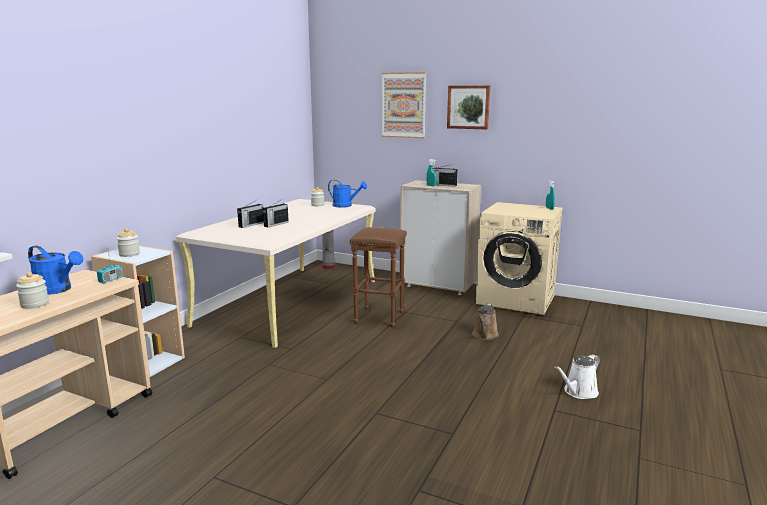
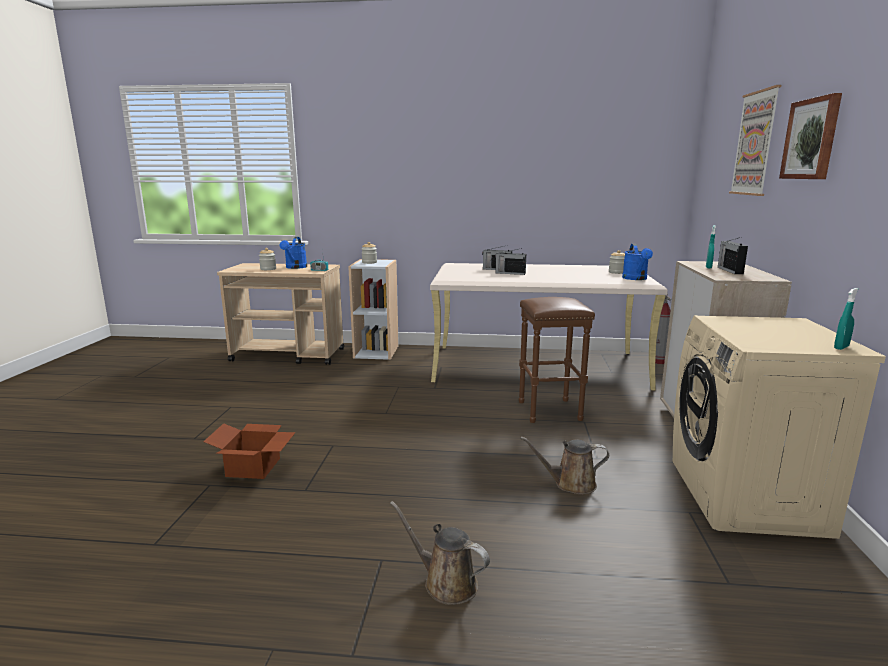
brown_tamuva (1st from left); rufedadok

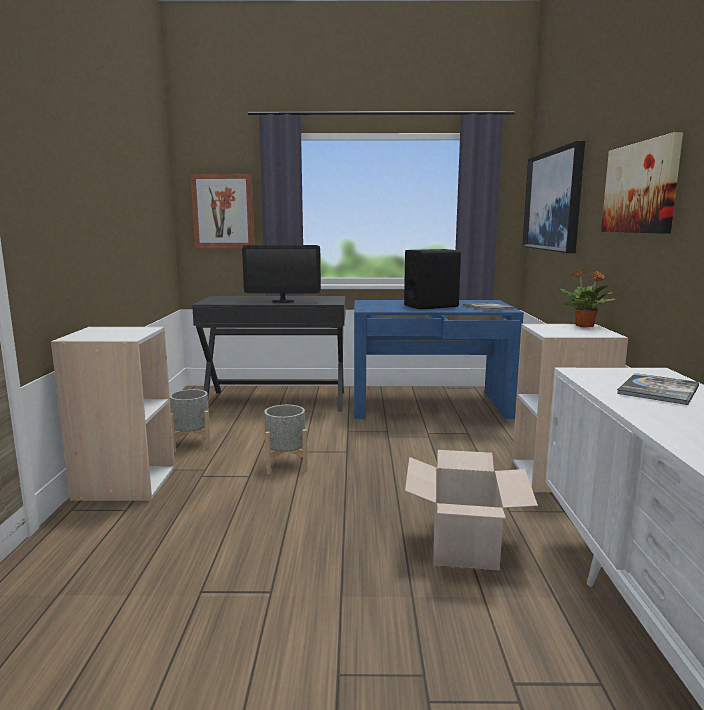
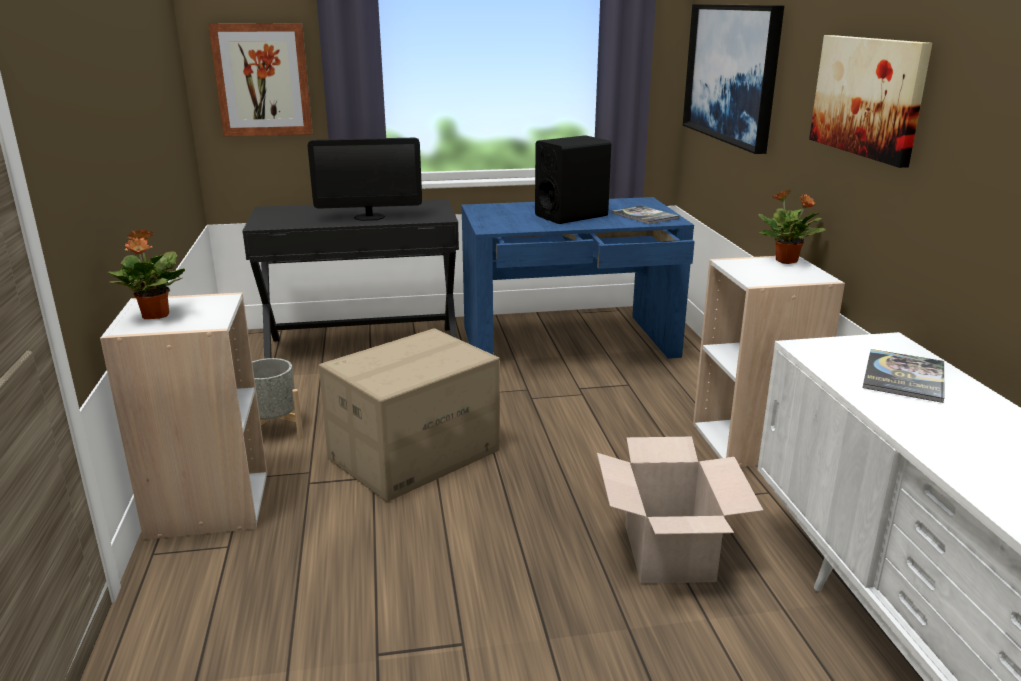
rufedadok (1st from left); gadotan (1st from left)

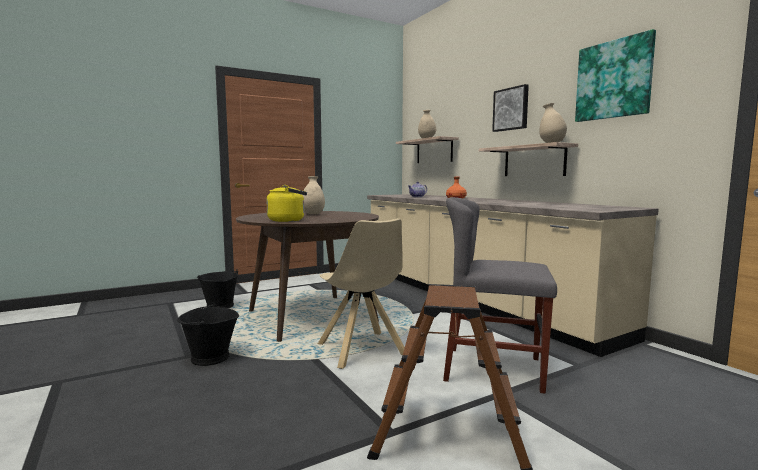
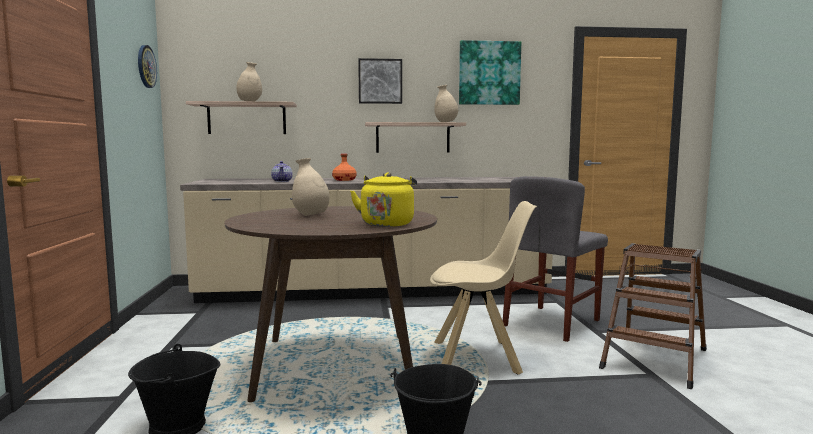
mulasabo

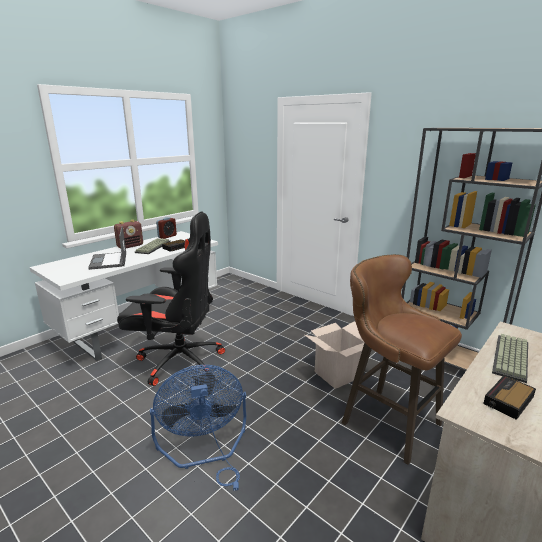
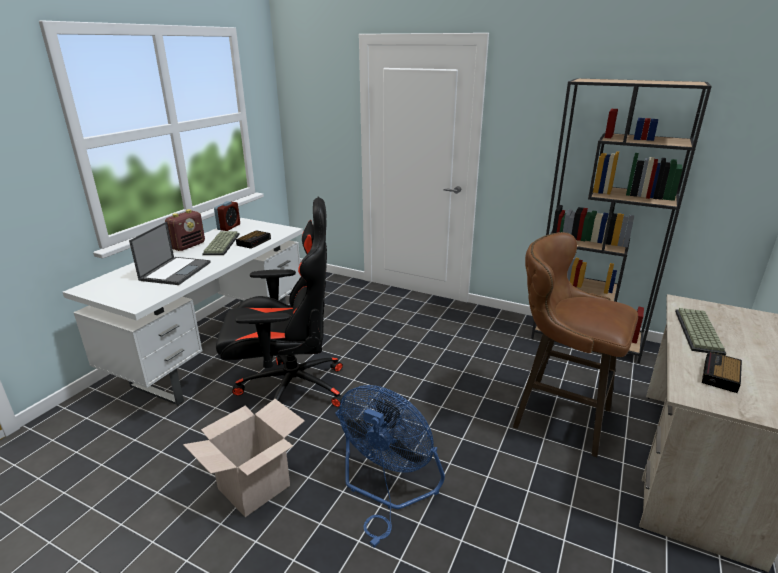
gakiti; rufedadok; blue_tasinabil

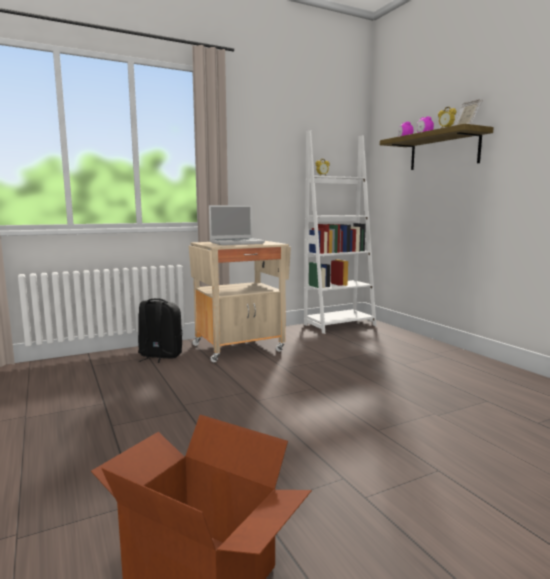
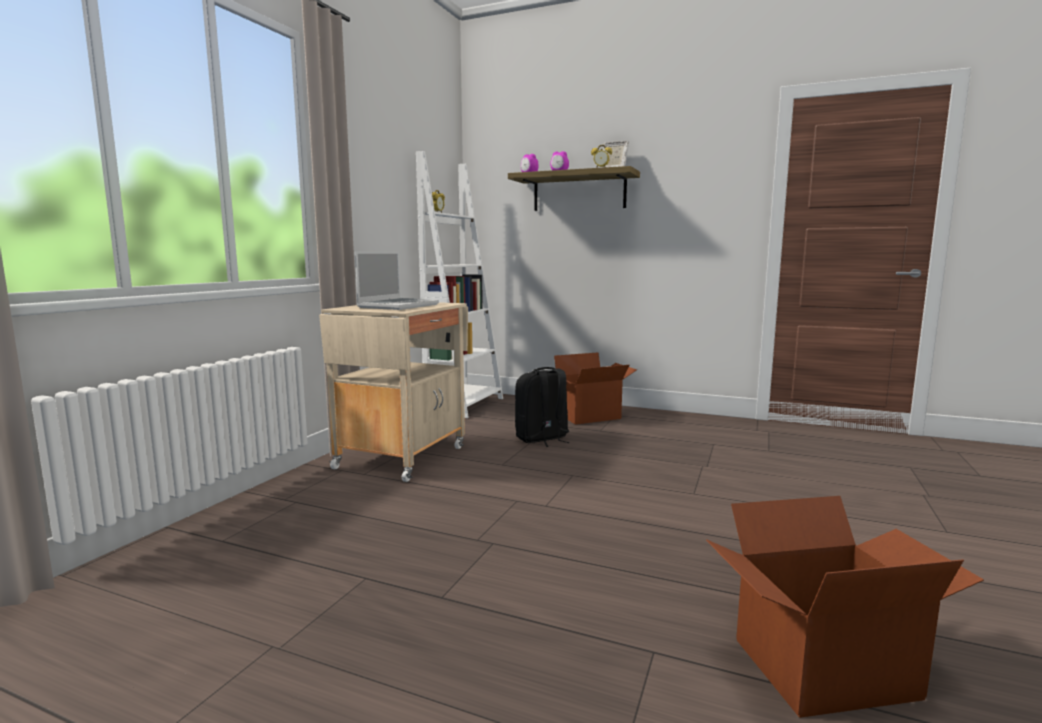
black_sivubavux; rufedadok (1st from left)

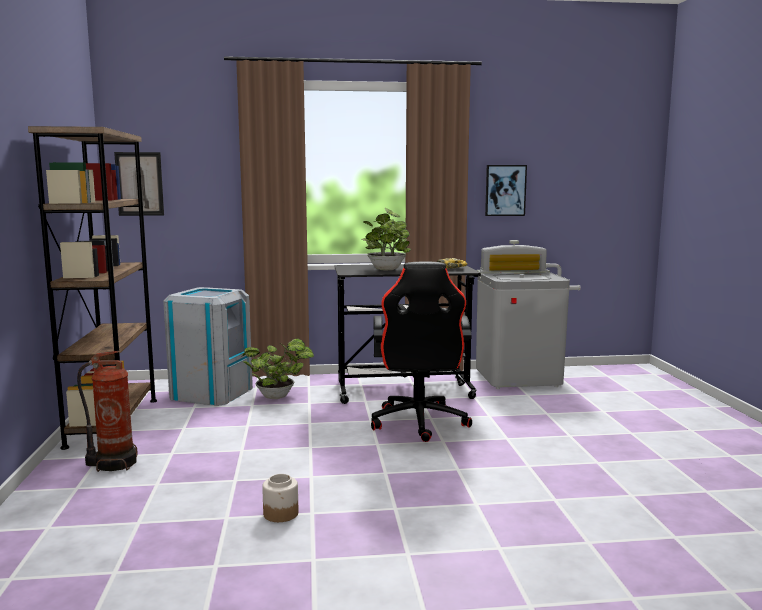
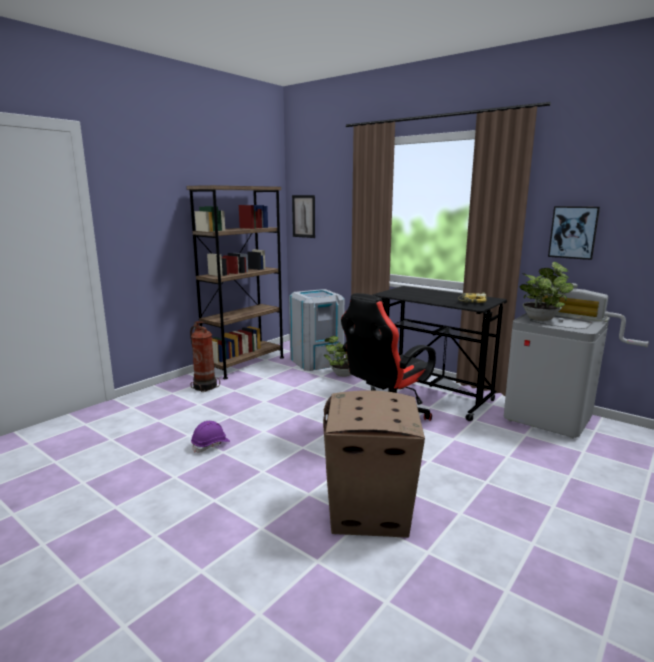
gadotan (2nd from left); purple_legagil; rufedadok

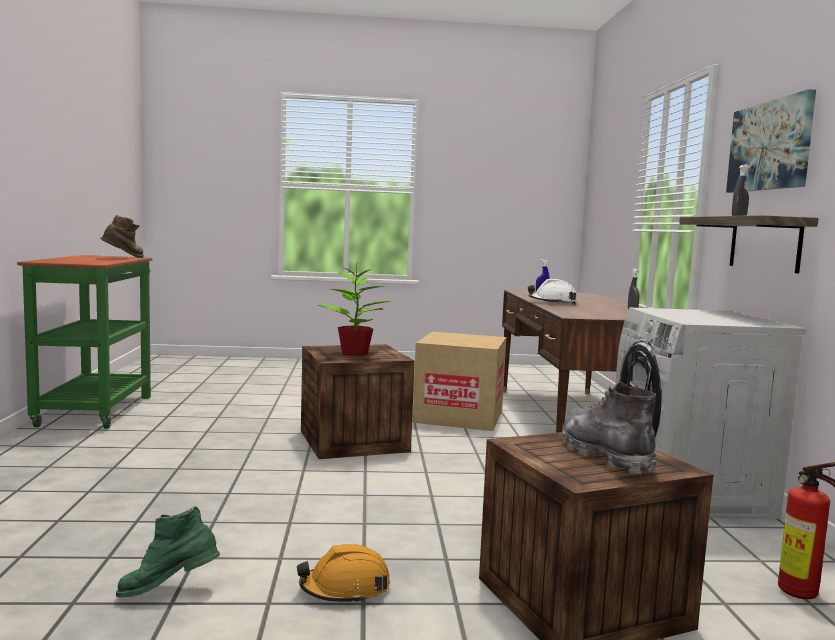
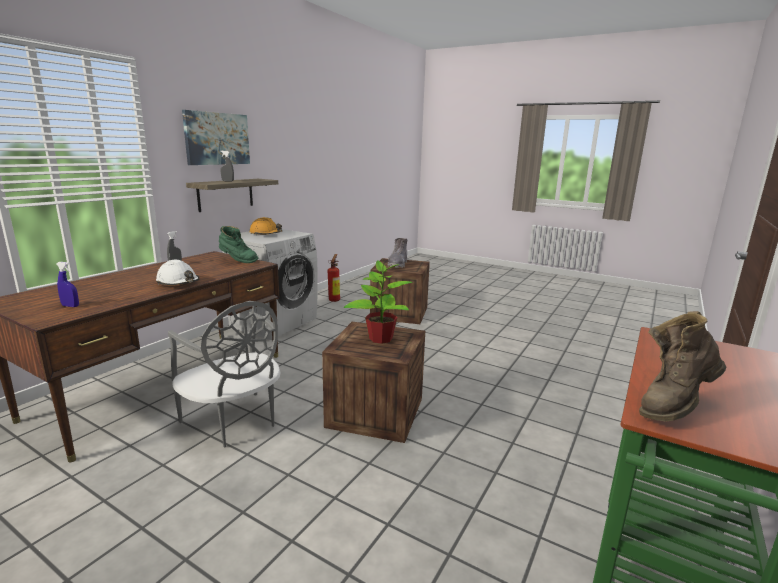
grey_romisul; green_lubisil; orange_legagil

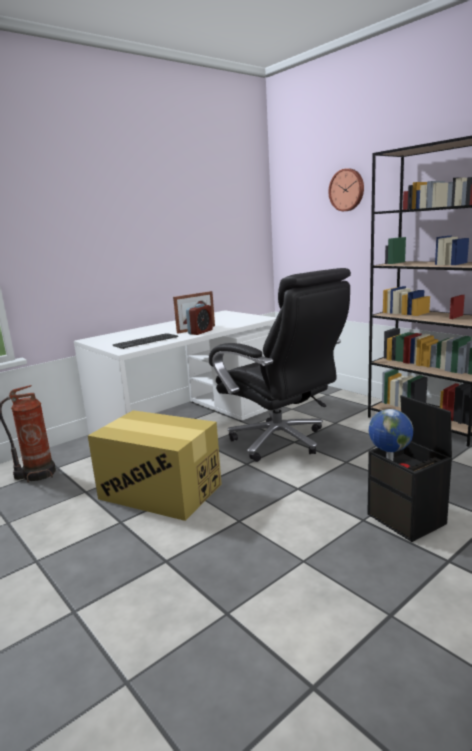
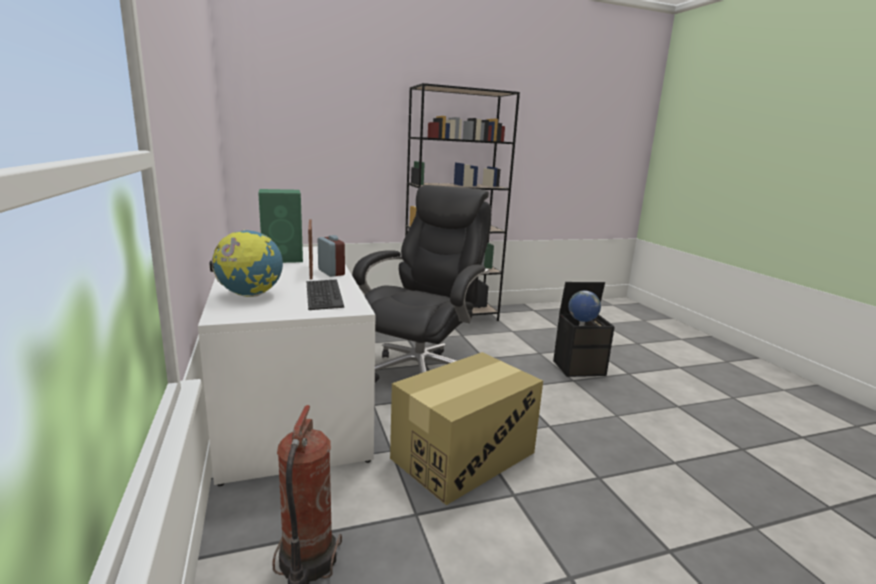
mulasabo; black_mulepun; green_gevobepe; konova (1st from left)

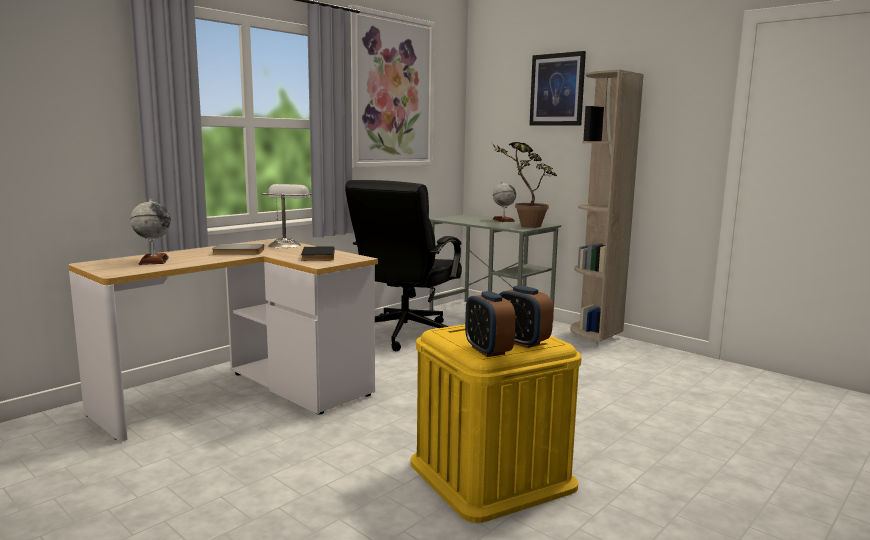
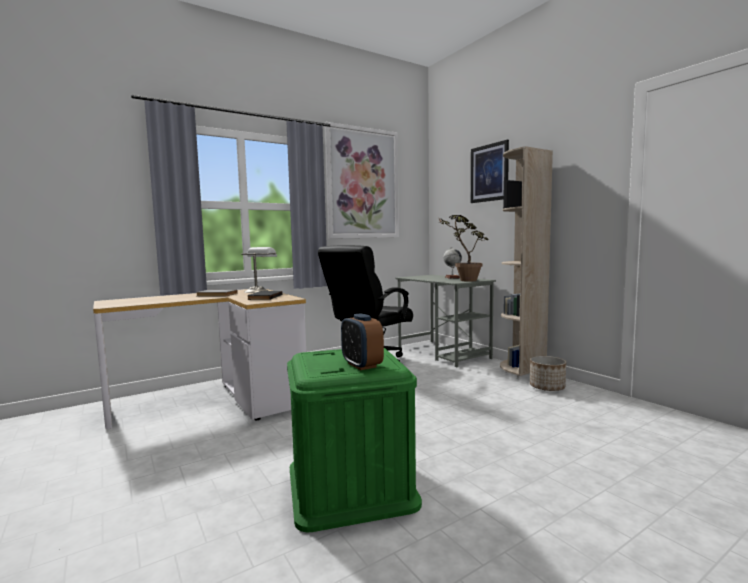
konova (1st from left in the first image); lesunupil (1st from left in the first image); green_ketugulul; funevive

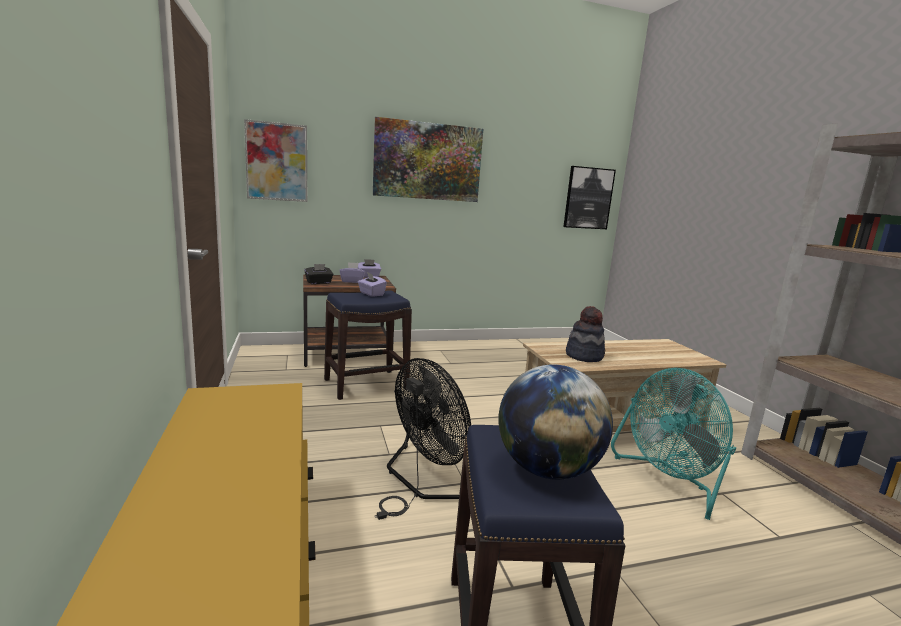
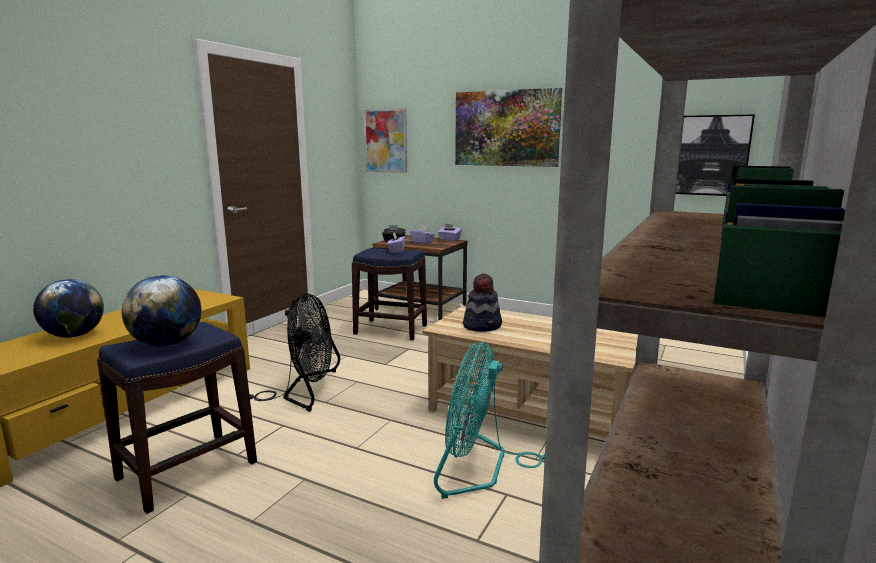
konova (1st from left)

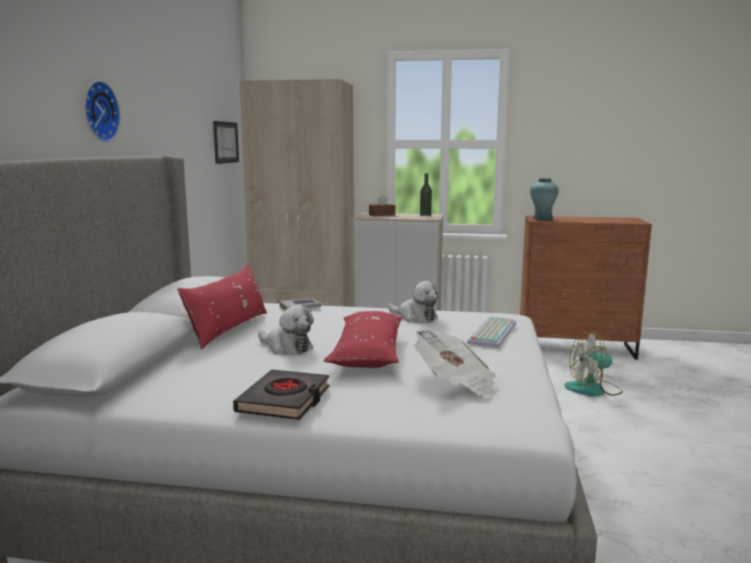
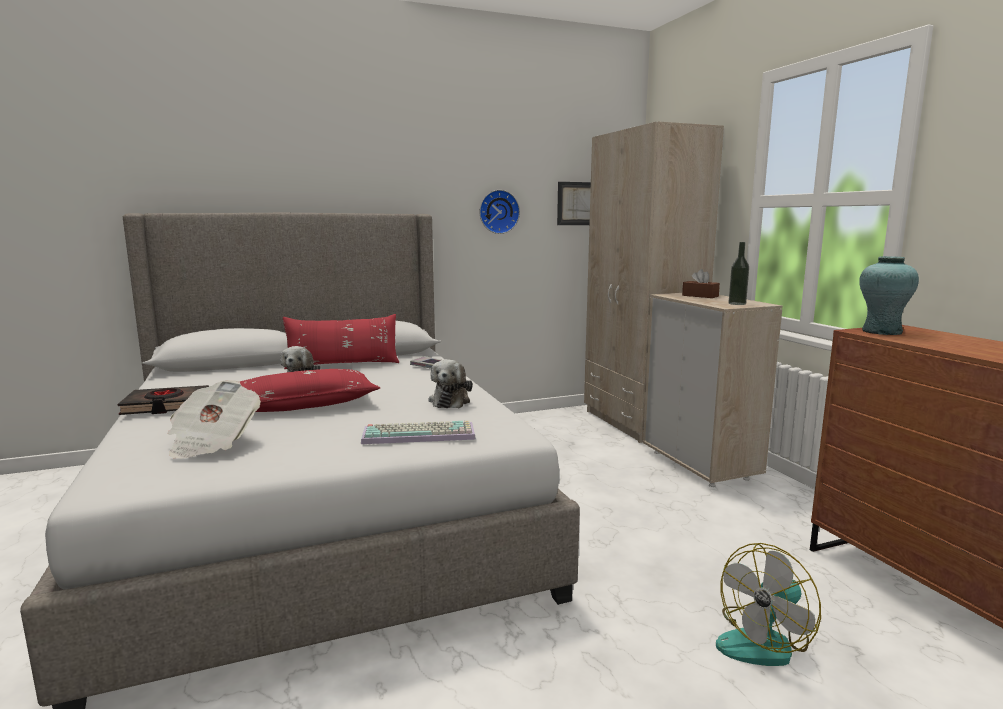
mulasabo; tasinabil

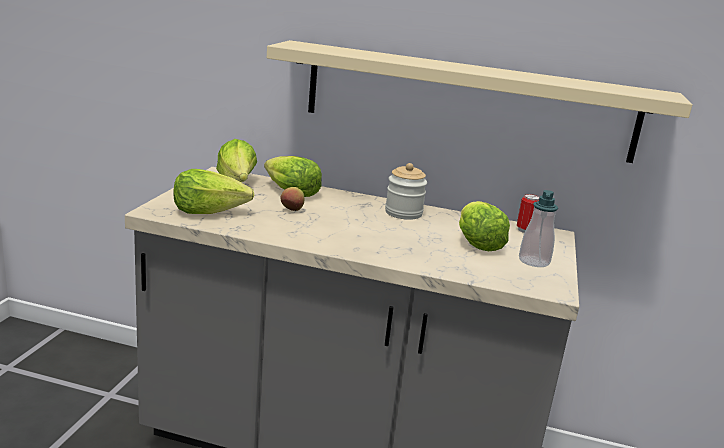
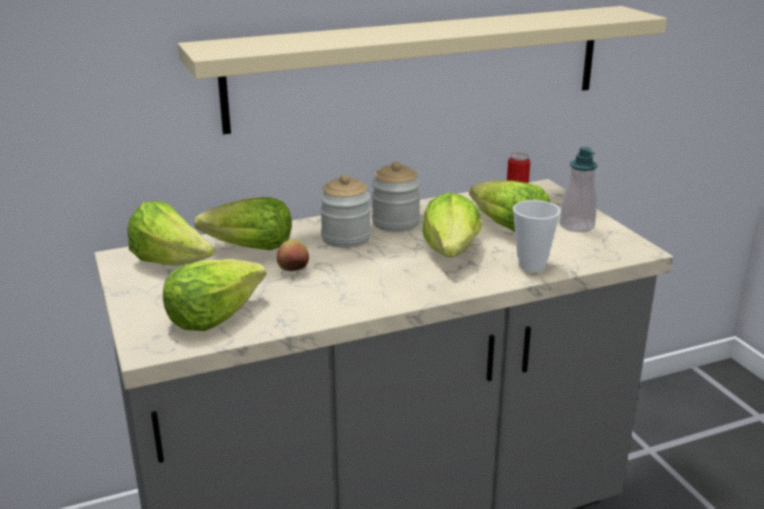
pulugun (1st from left); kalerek (4th from left); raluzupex

